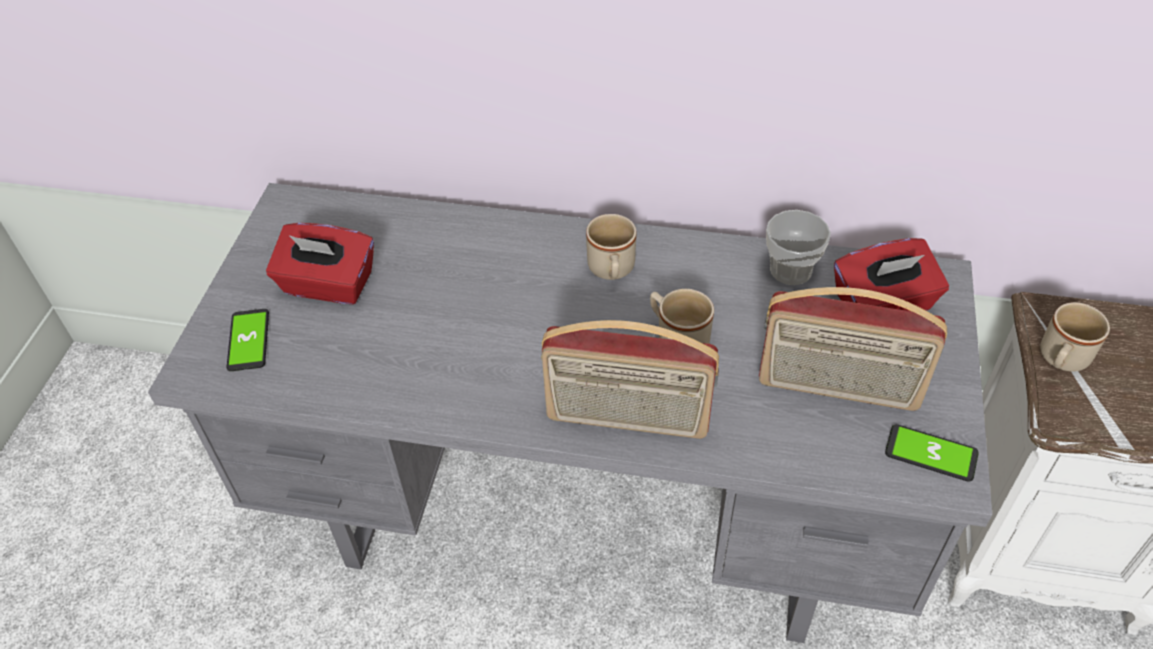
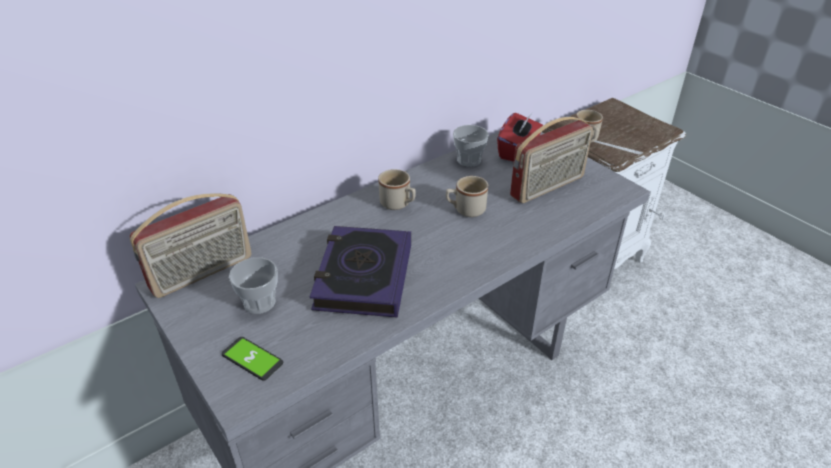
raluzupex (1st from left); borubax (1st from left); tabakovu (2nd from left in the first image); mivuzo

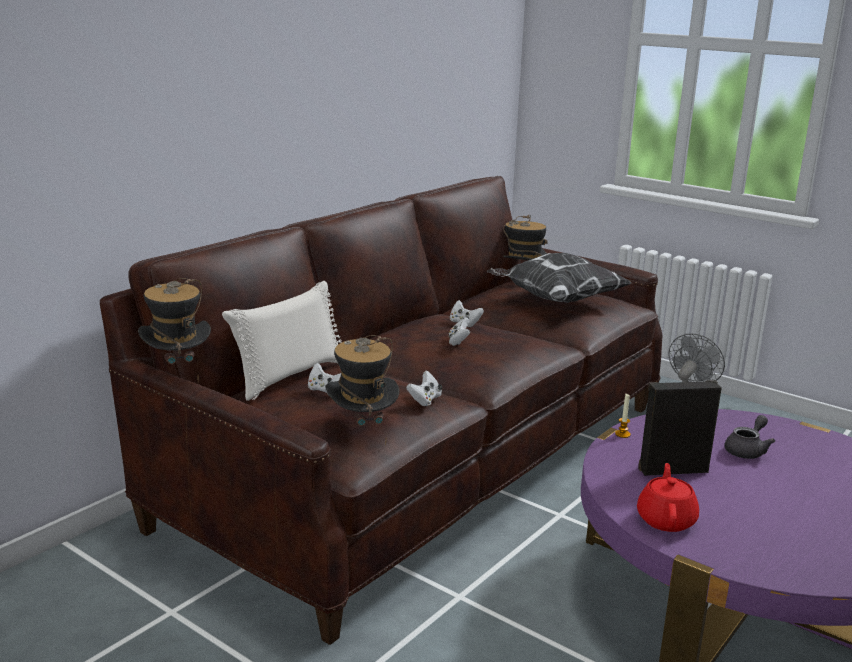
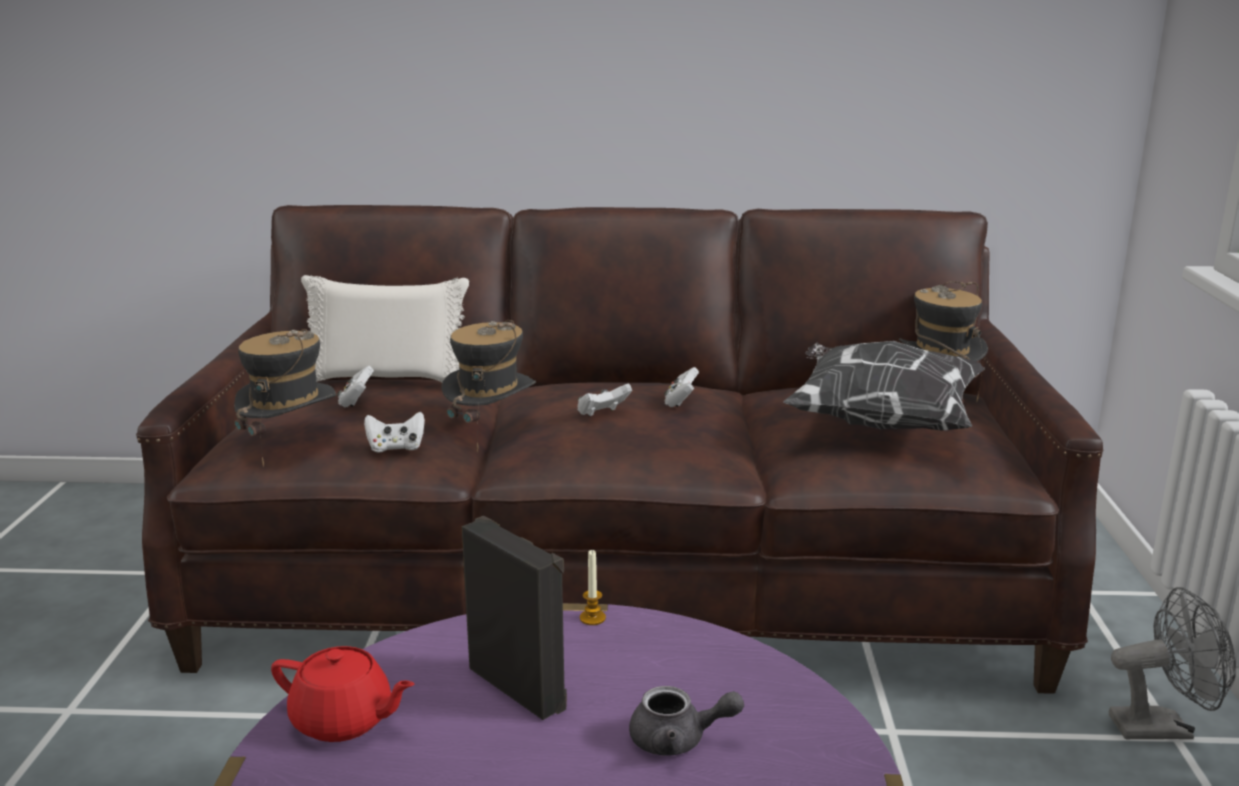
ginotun (2nd from left); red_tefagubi

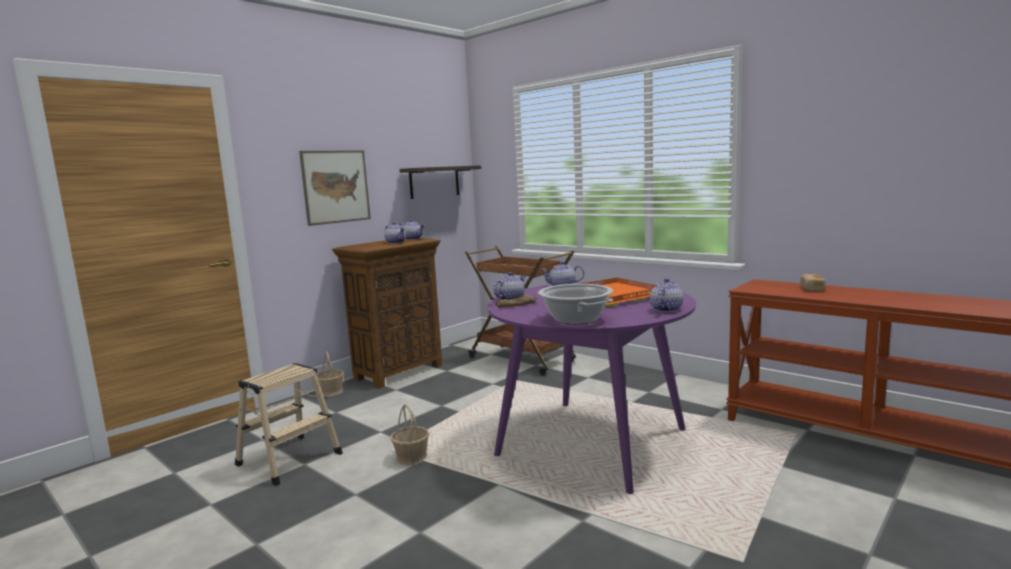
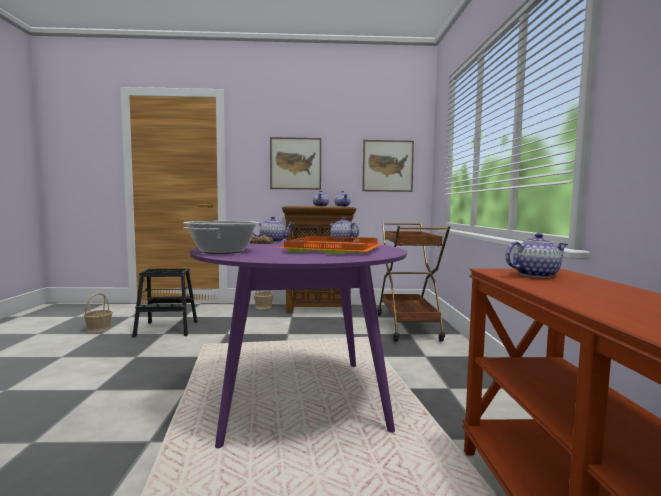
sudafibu (2nd from left); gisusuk (2nd from left in the first image); tefagubi (5th from left); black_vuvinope; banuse (1st from left)

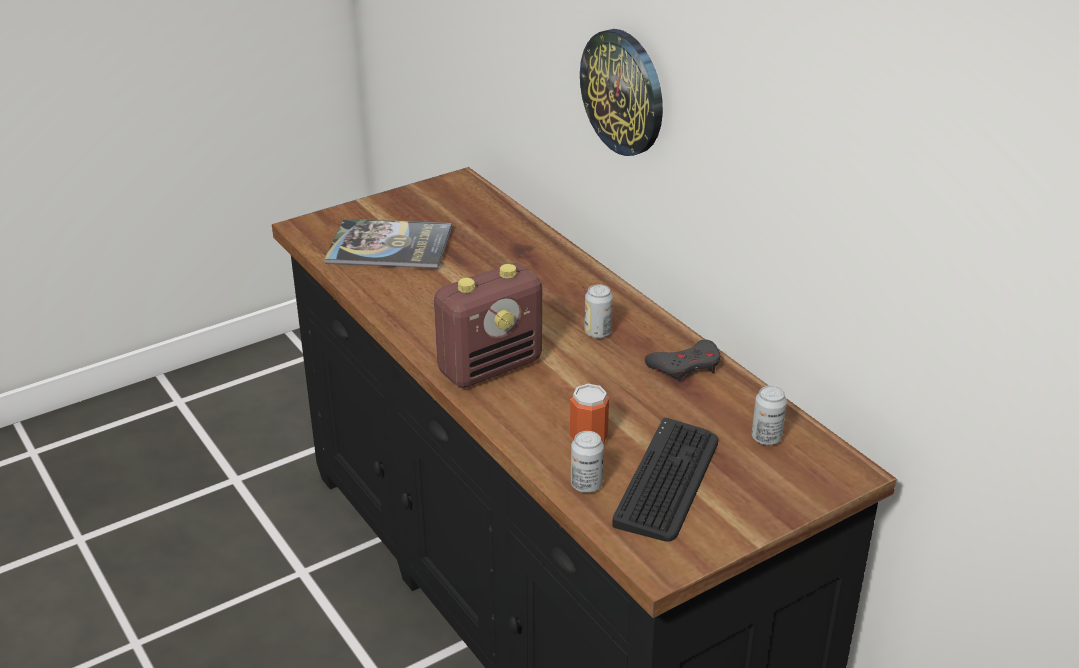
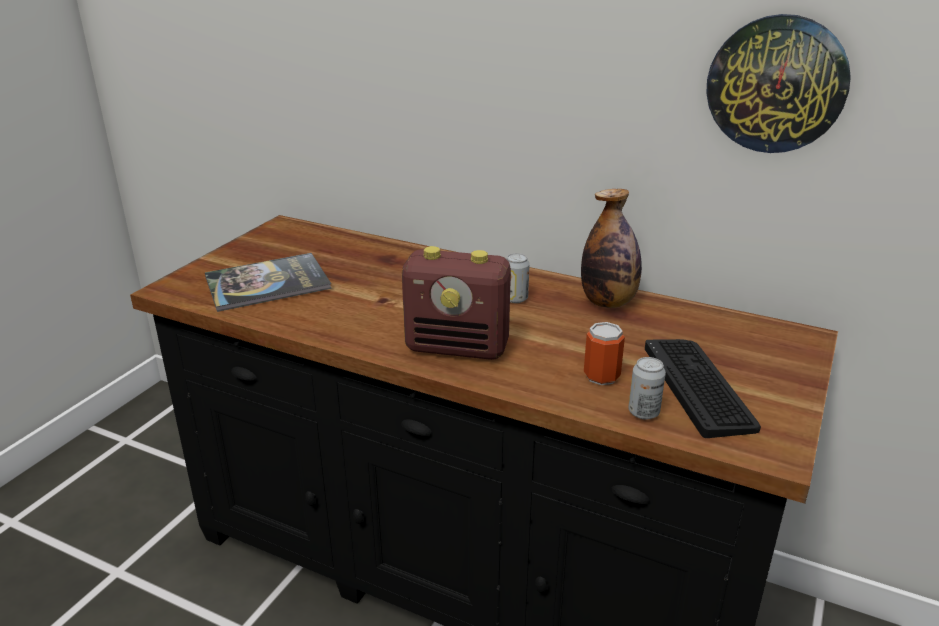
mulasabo; borubax; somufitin; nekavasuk (4th from left in the first image)

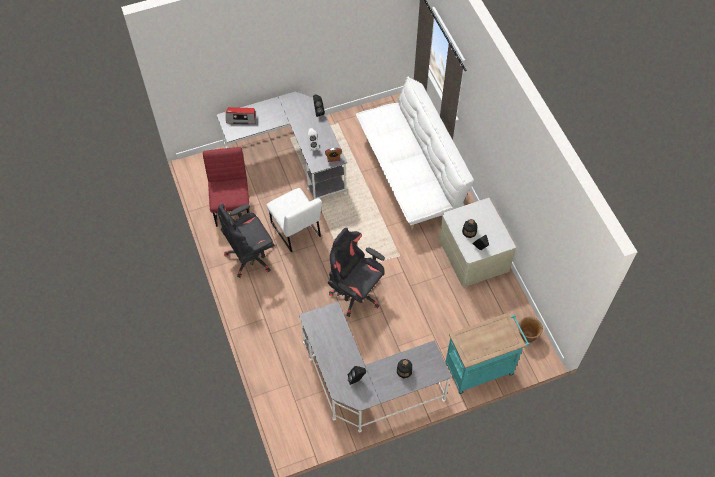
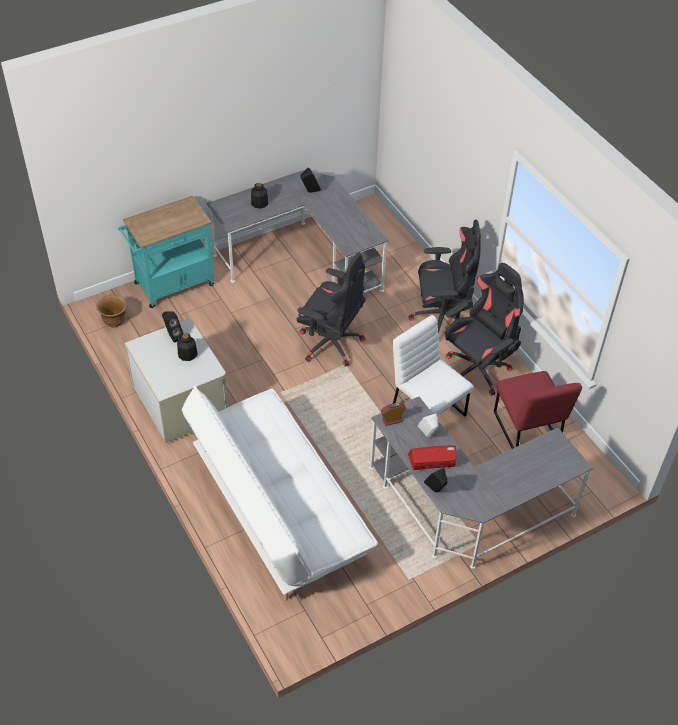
borubax; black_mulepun (2nd from left)

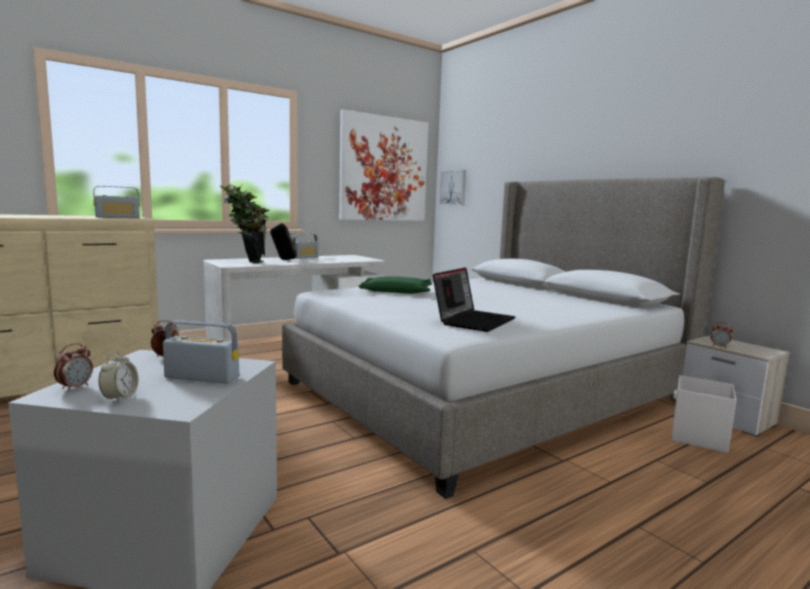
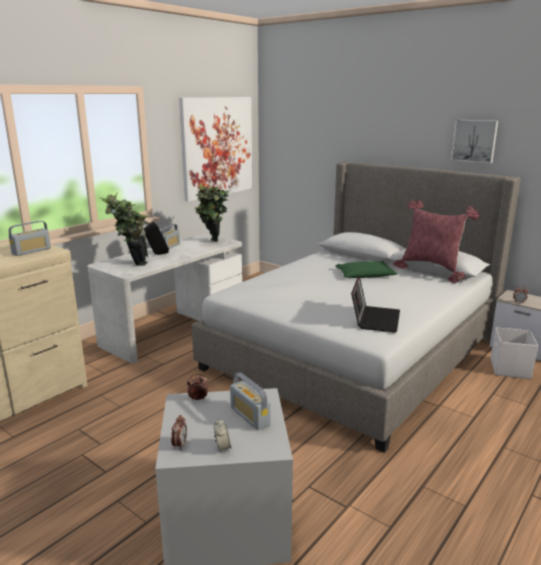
sudafibu (2nd from left); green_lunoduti; borubax (3rd from left); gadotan (2nd from left); red_lunoduti

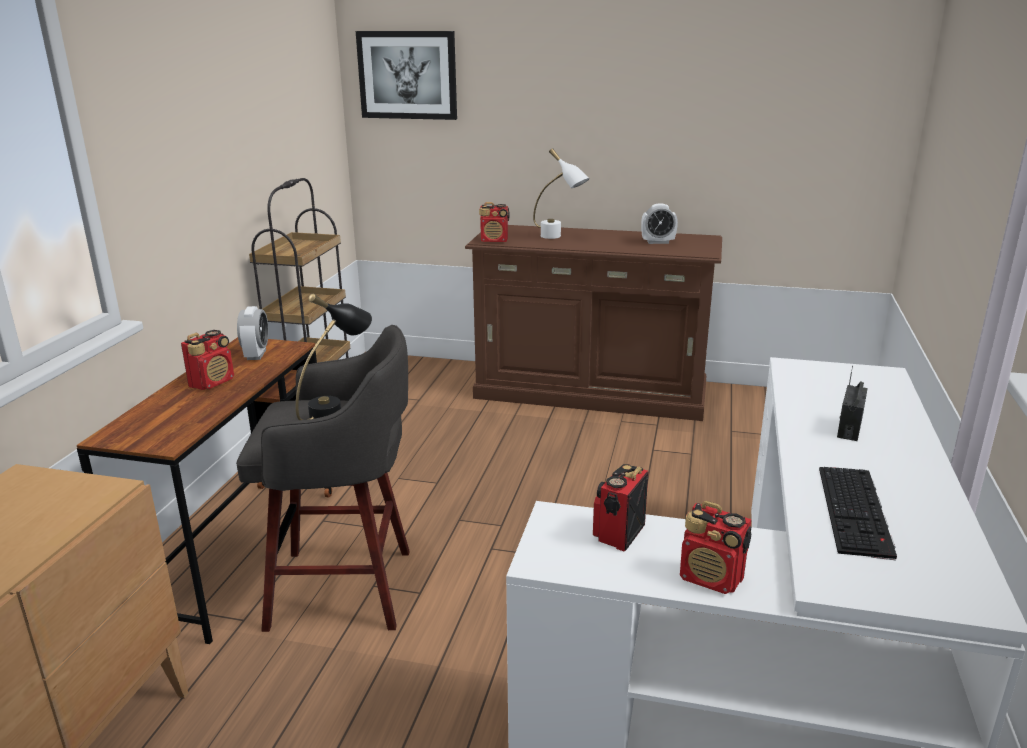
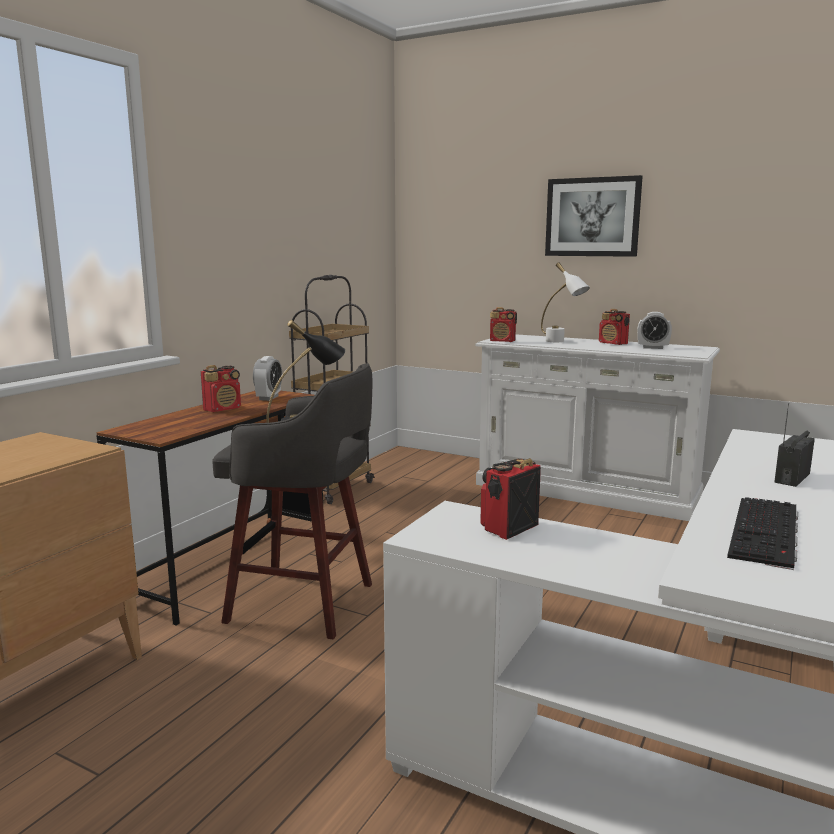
sudafibu; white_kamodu; borubax (4th from left)

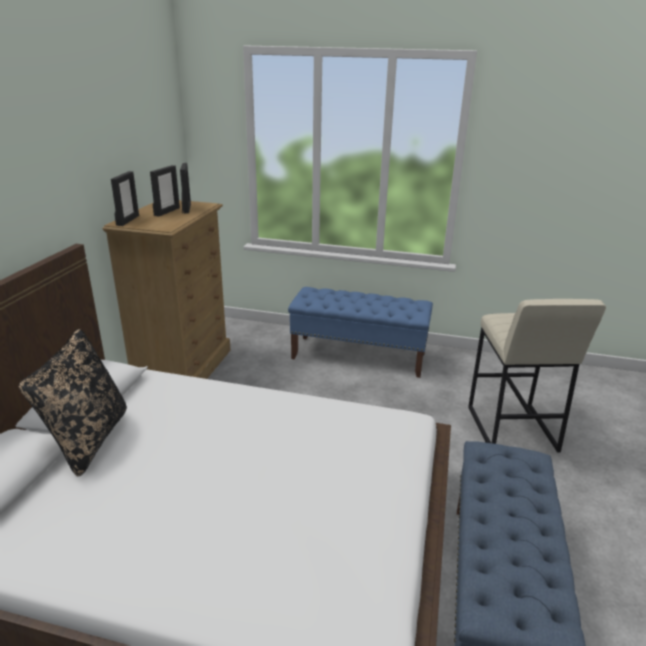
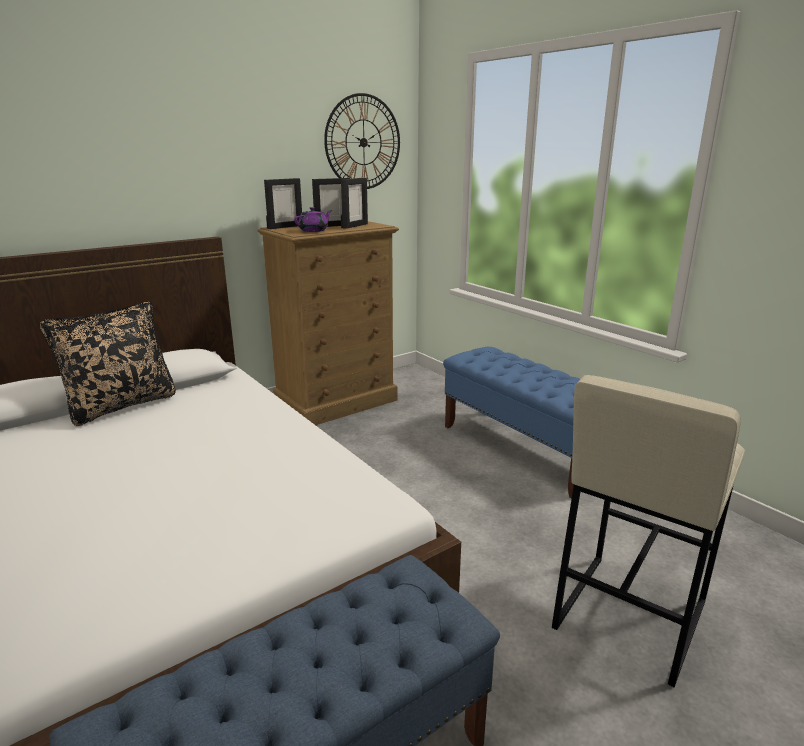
mulasabo; purple_tefagubi

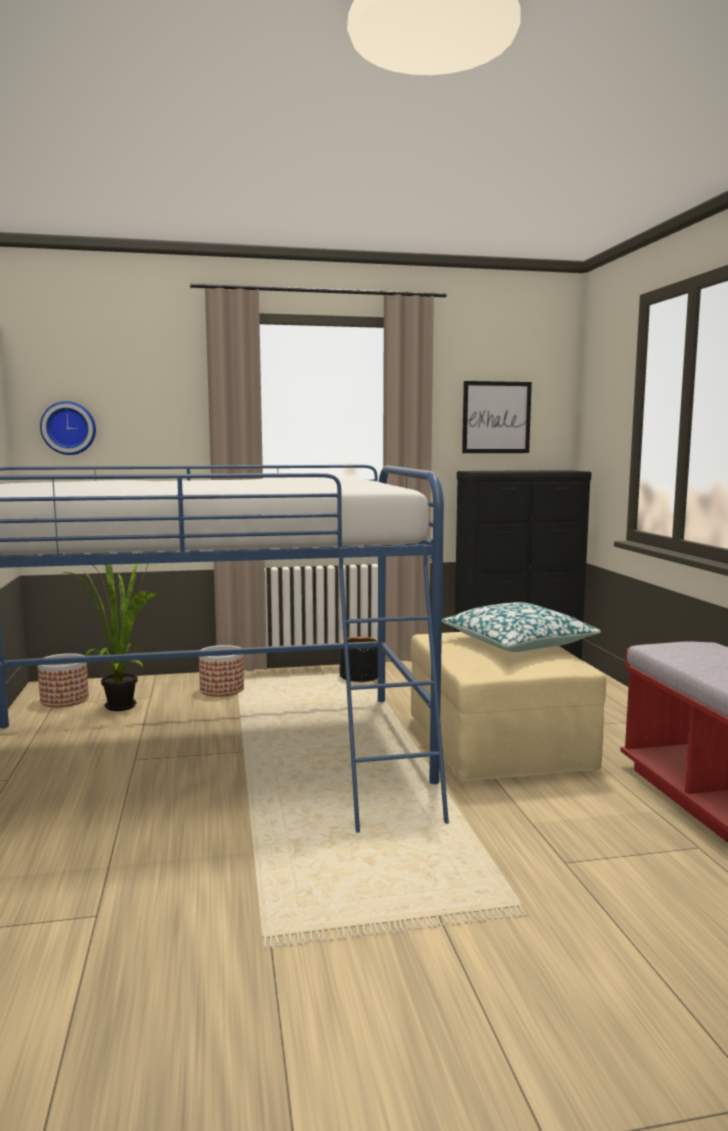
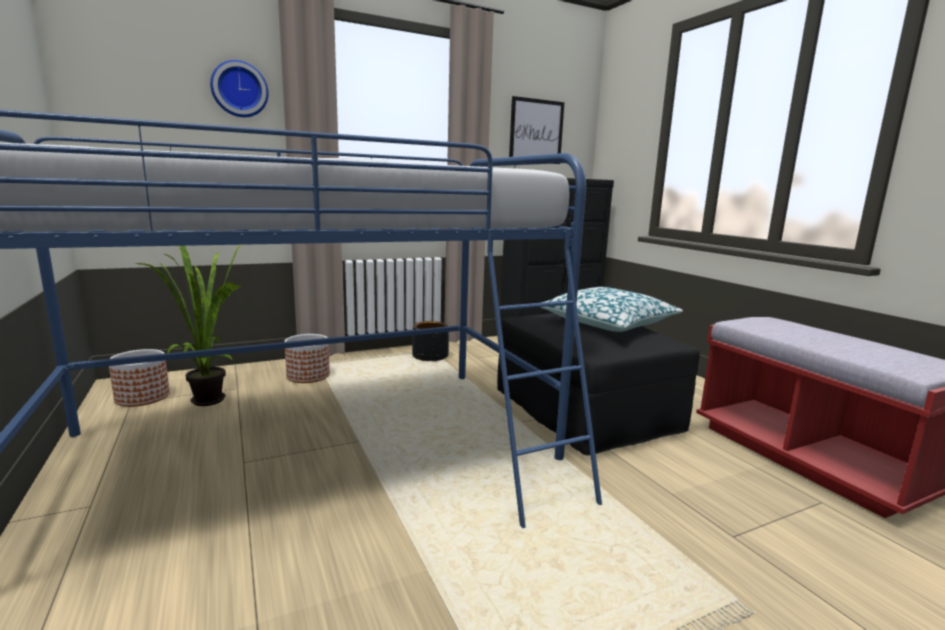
mulasabo; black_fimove

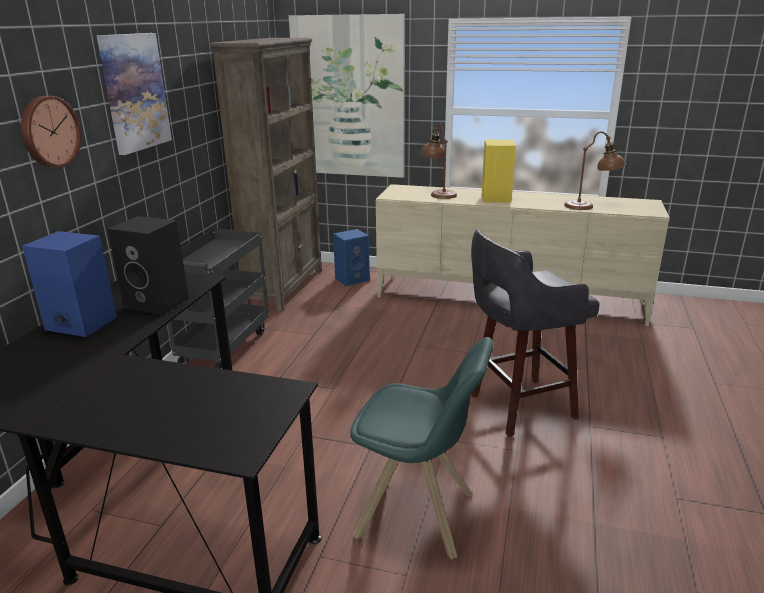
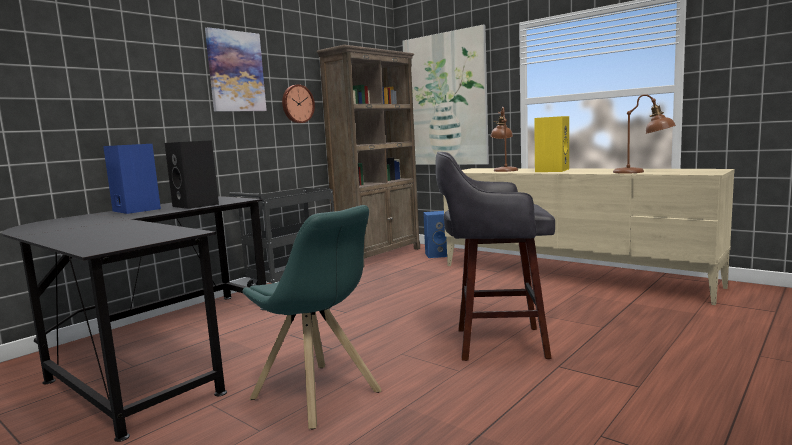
mulasabo

